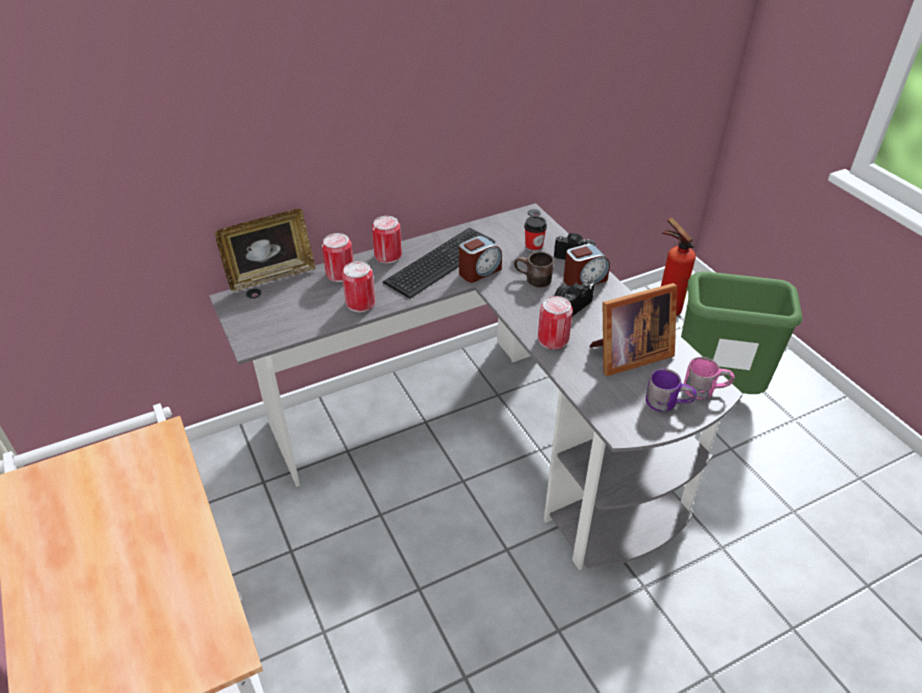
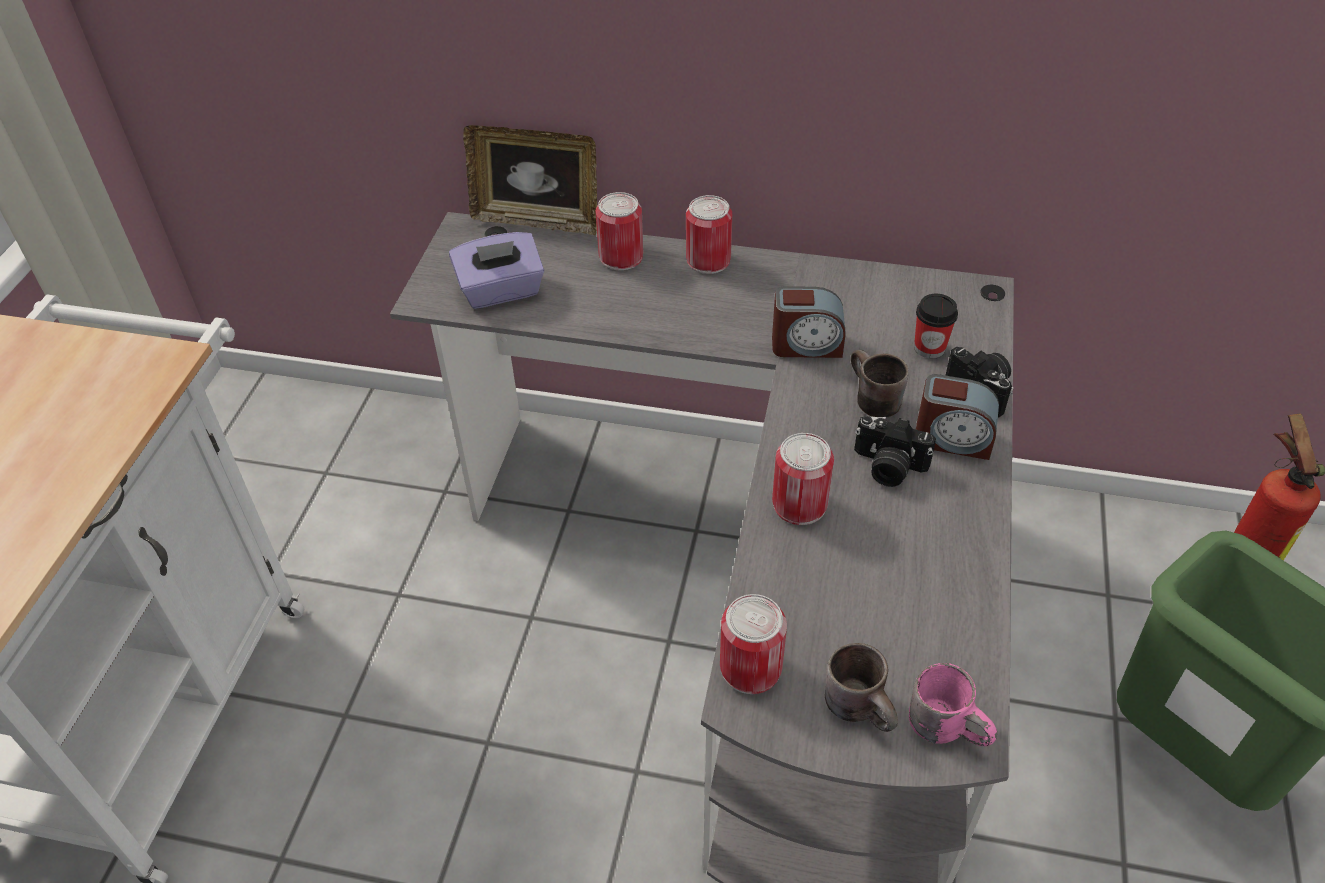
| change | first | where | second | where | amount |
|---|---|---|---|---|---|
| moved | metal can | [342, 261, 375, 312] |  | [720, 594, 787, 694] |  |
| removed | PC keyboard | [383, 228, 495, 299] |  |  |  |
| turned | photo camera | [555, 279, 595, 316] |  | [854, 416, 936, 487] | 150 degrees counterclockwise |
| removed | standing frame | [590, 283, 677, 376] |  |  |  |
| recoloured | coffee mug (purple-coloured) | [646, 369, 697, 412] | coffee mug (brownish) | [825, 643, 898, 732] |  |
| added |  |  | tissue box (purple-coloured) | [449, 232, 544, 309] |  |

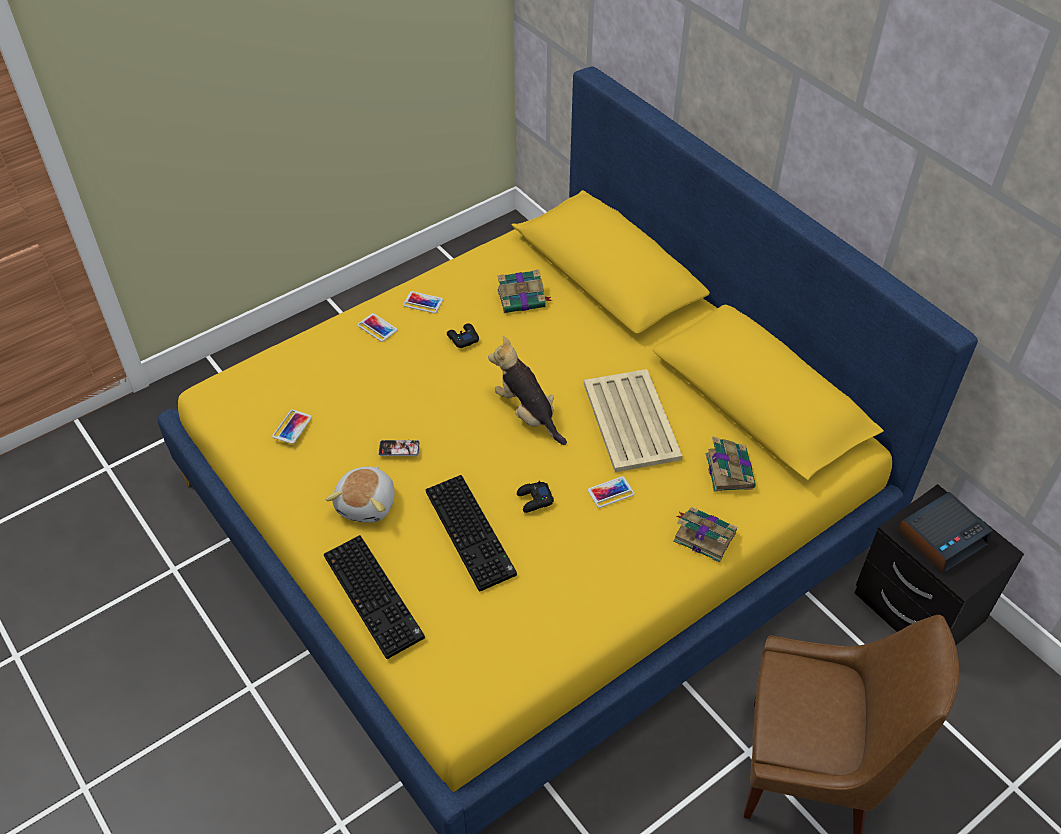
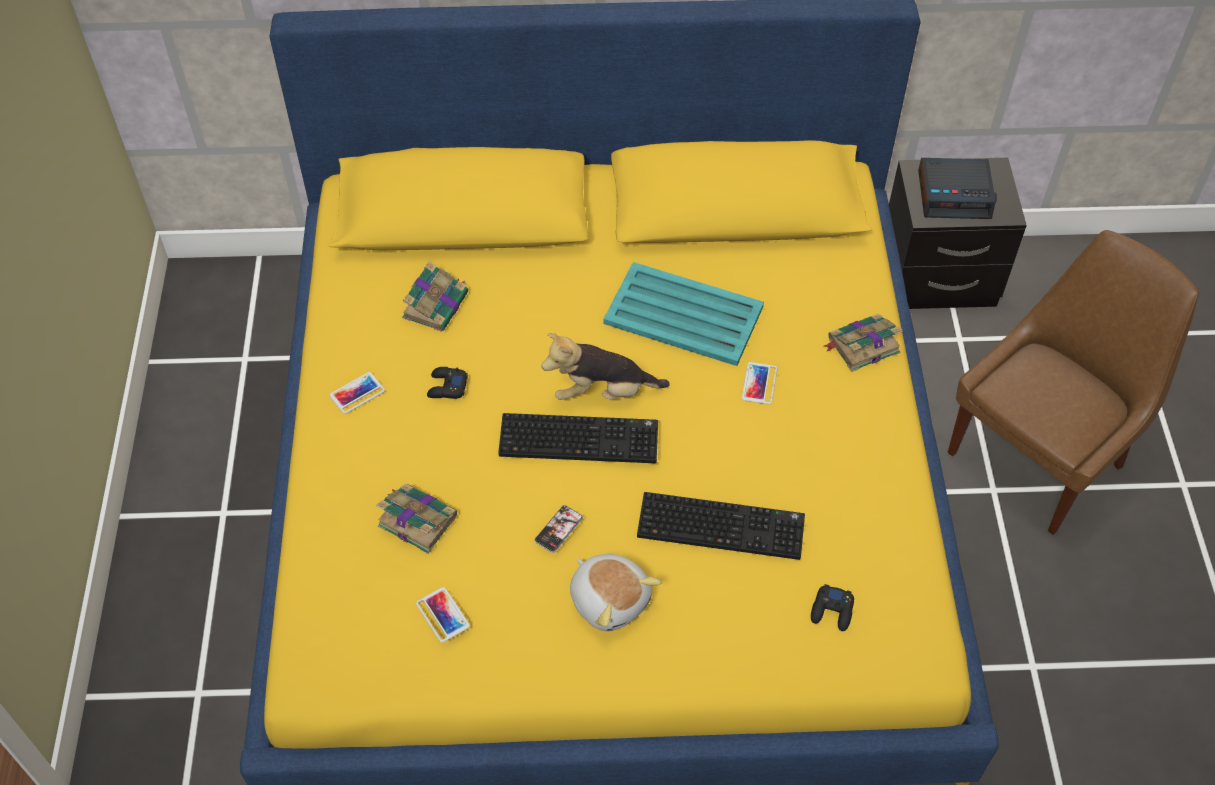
| change | first | where | second | where | amount |
|---|---|---|---|---|---|
| moved | PC keyboard | [324, 535, 425, 659] |  | [498, 413, 658, 463] |  |
| removed | handset | [357, 313, 398, 342] |  |  |  |
| moved | game controller (blackish) | [517, 481, 554, 513] |  | [811, 584, 854, 631] |  |
| recoloured | serving tray (beige-coloured) | [584, 369, 682, 472] | serving tray (turquoise) | [604, 262, 764, 366] |  |
| moved | bound book | [706, 437, 756, 492] |  | [376, 483, 457, 554] |  |
| turned | table clock | [898, 492, 992, 574] |  | [918, 158, 997, 219] | 90 degrees clockwise |

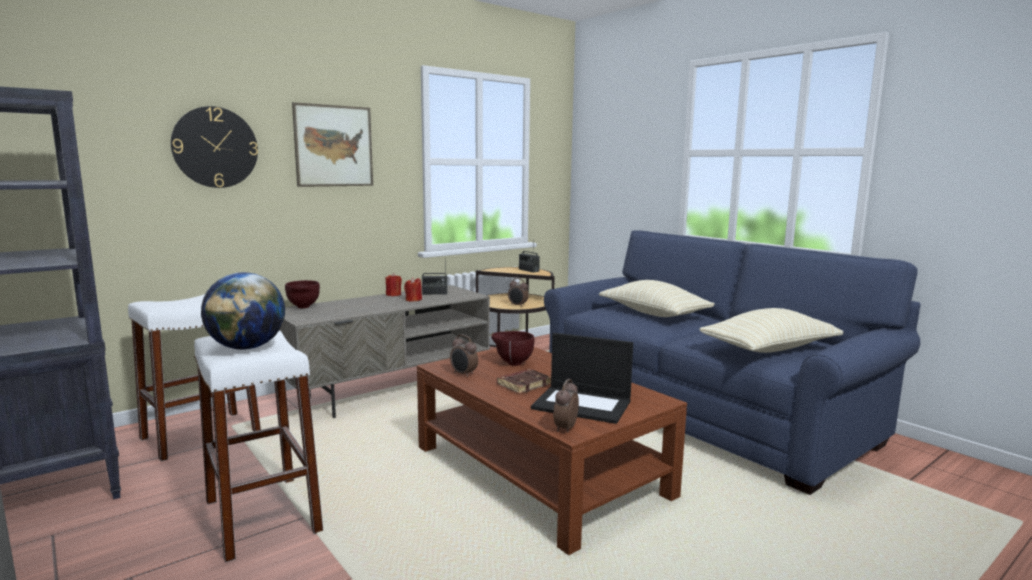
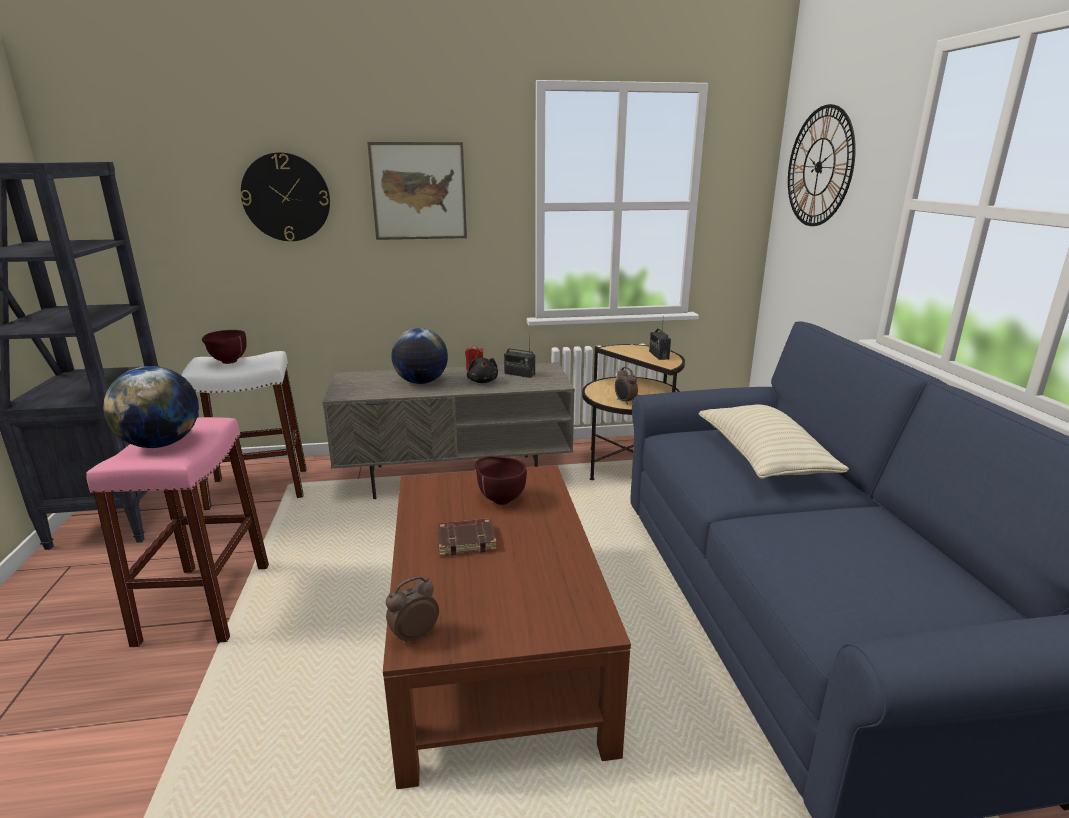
| change | first | where | second | where | amount |
|---|---|---|---|---|---|
| recoloured | stool (white-coloured) | [194, 330, 323, 562] | stool (pink-coloured) | [86, 417, 269, 647] |  |
| moved | deep dish (brownish) | [285, 280, 320, 308] |  | [202, 330, 247, 364] |  |
| replaced | wax candle (red) | [404, 278, 422, 302] | cuddly toy (blackish) | [467, 358, 498, 383] |  |
| removed | table clock | [450, 334, 478, 377] |  |  |  |
| removed | laptop | [531, 333, 633, 424] |  |  |  |
| removed | throw pillow (beige-coloured) | [699, 308, 843, 353] |  |  |  |
| added |  |  | world globe | [391, 328, 448, 384] |  |
| added |  |  | wall clock | [788, 104, 856, 226] |  |

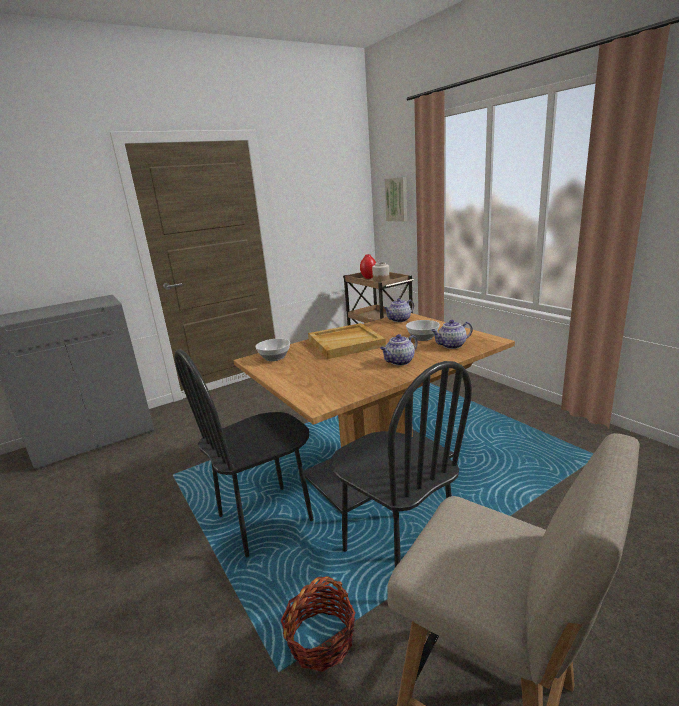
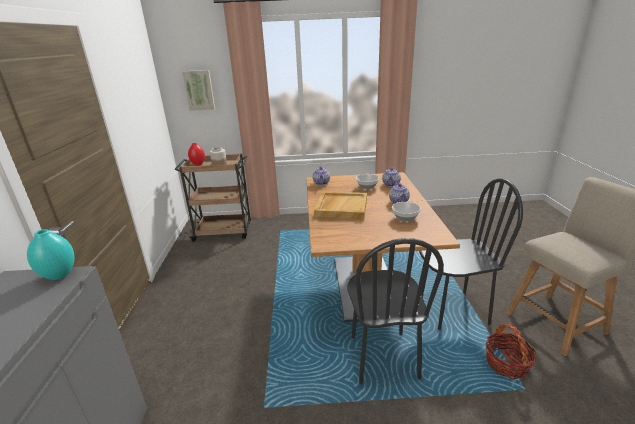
| change | first | where | second | where | amount |
|---|---|---|---|---|---|
| moved | deep dish | [255, 339, 290, 361] |  | [392, 202, 421, 222] |  |
| added |  |  | flower vase (turquoise) | [27, 229, 75, 280] |  |

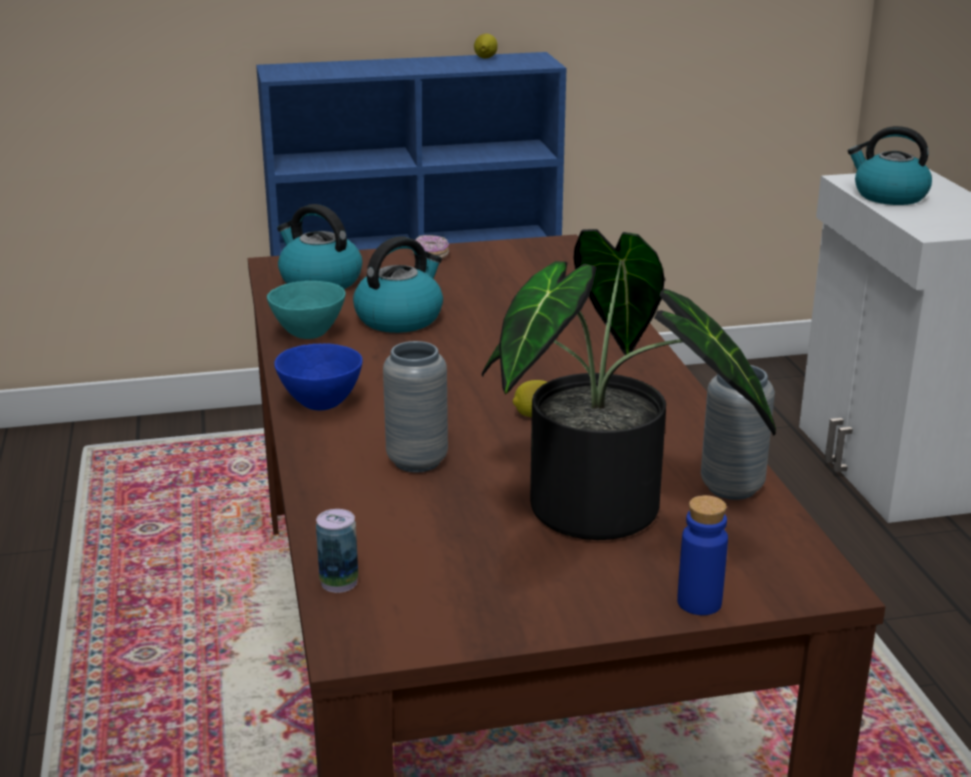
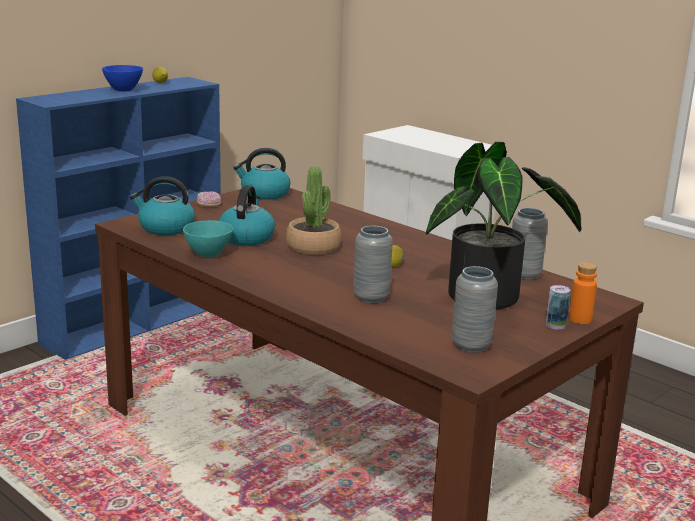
| change | first | where | second | where | amount |
|---|---|---|---|---|---|
| moved | deep dish (blue) | [274, 343, 362, 410] |  | [102, 65, 143, 92] |  |
| moved | metal can | [316, 509, 358, 593] |  | [546, 285, 571, 330] |  |
| recoloured | bottle (blue) | [677, 495, 728, 615] | bottle (orange) | [569, 262, 597, 324] |  |
| moved | water kettle | [848, 126, 932, 205] |  | [233, 148, 290, 200] |  |
| added |  |  | plant in a pot | [286, 166, 341, 255] |  |
| added |  |  | flower vase (greyish) | [452, 266, 498, 353] |  |

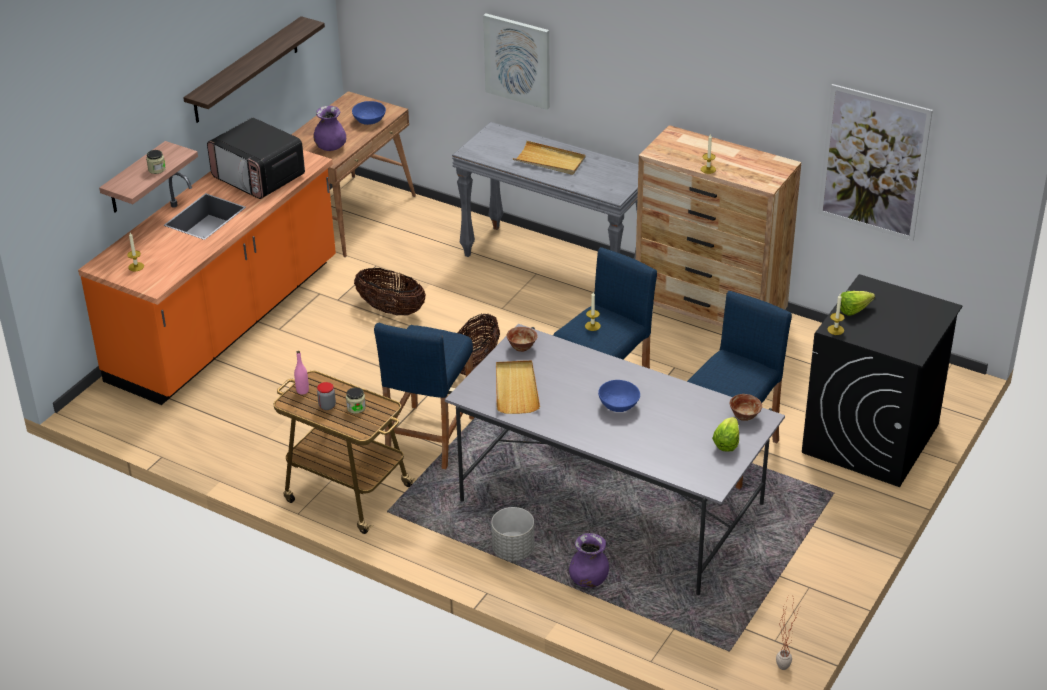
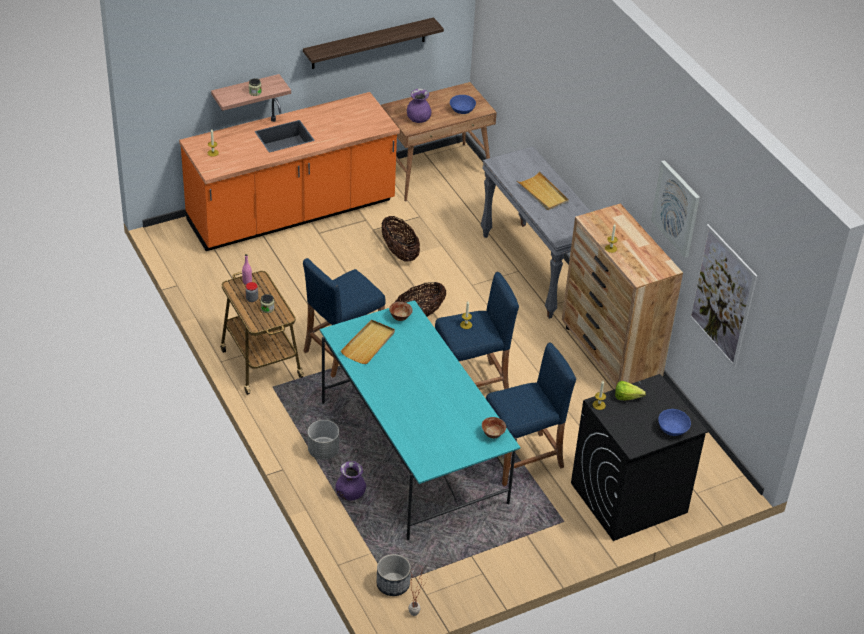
| change | first | where | second | where | amount |
|---|---|---|---|---|---|
| removed | microwave oven | [207, 117, 305, 199] |  |  |  |
| recoloured | kitchen table (greyish) | [445, 324, 785, 595] | kitchen table (turquoise) | [320, 300, 520, 540] |  |
| moved | wall picture | [483, 13, 550, 110] |  | [651, 160, 700, 258] |  |
| moved | deep dish (blue) | [598, 380, 640, 412] |  | [658, 409, 691, 436] |  |
| removed | lettuce | [712, 417, 739, 451] |  |  |  |
| added |  |  | plant pot | [377, 554, 411, 596] |  |

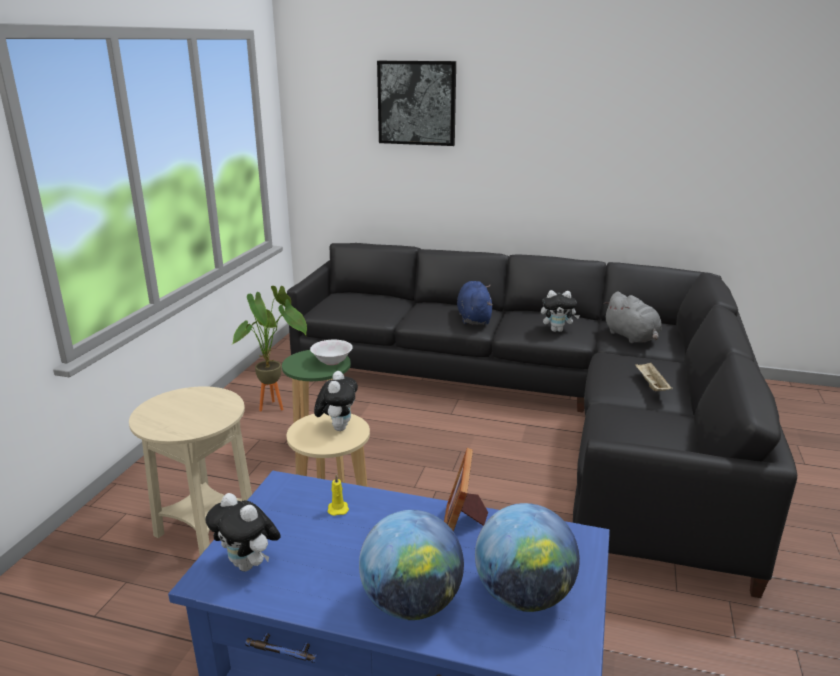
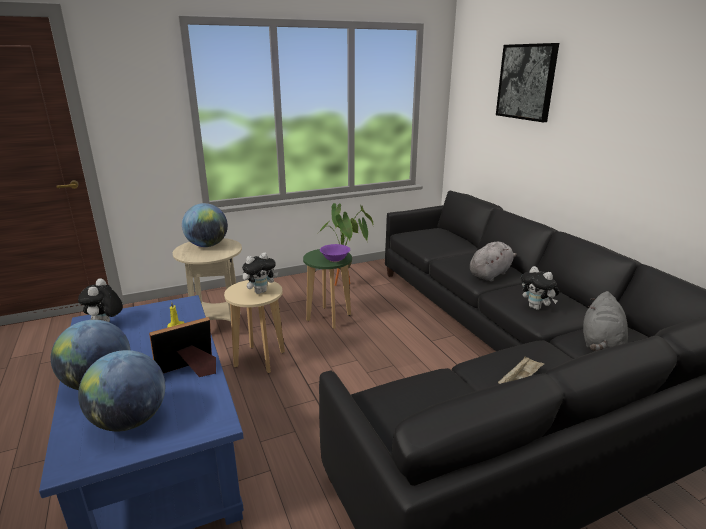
| change | first | where | second | where | amount |
|---|---|---|---|---|---|
| recoloured | deep dish (white-coloured) | [310, 340, 353, 365] | deep dish (purple-coloured) | [320, 244, 350, 262] |  |
| recoloured | cuddly toy (blue) | [457, 281, 493, 324] | cuddly toy (greyish) | [470, 242, 517, 282] |  |
| added |  |  | world globe | [182, 203, 228, 247] |  |

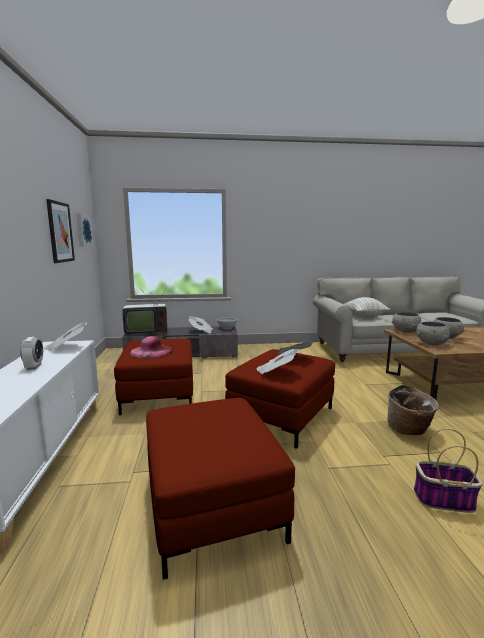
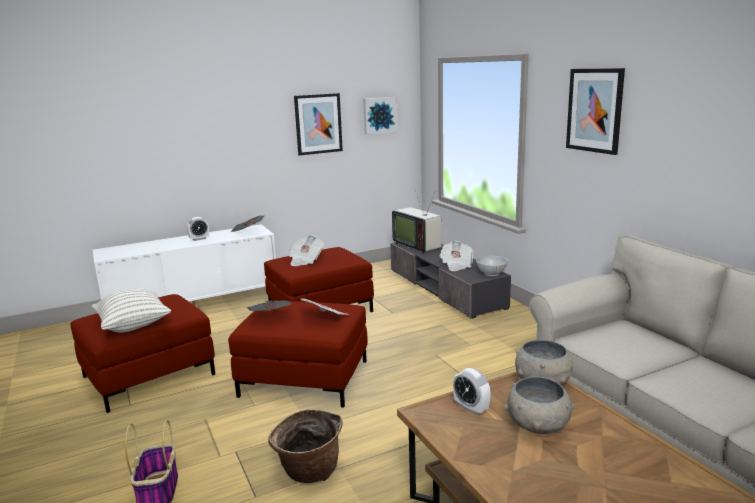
| change | first | where | second | where | amount |
|---|---|---|---|---|---|
| replaced | wearable hat (pink-coloured) | [130, 336, 173, 358] | newspaper | [289, 235, 324, 266] |  |
| moved | throw pillow | [343, 297, 390, 318] |  | [92, 289, 171, 333] |  |
| replaced | deep dish (greyish) | [416, 322, 450, 345] | table clock | [453, 368, 490, 415] |  |
| added |  |  | wall picture | [566, 68, 625, 155] |  |

